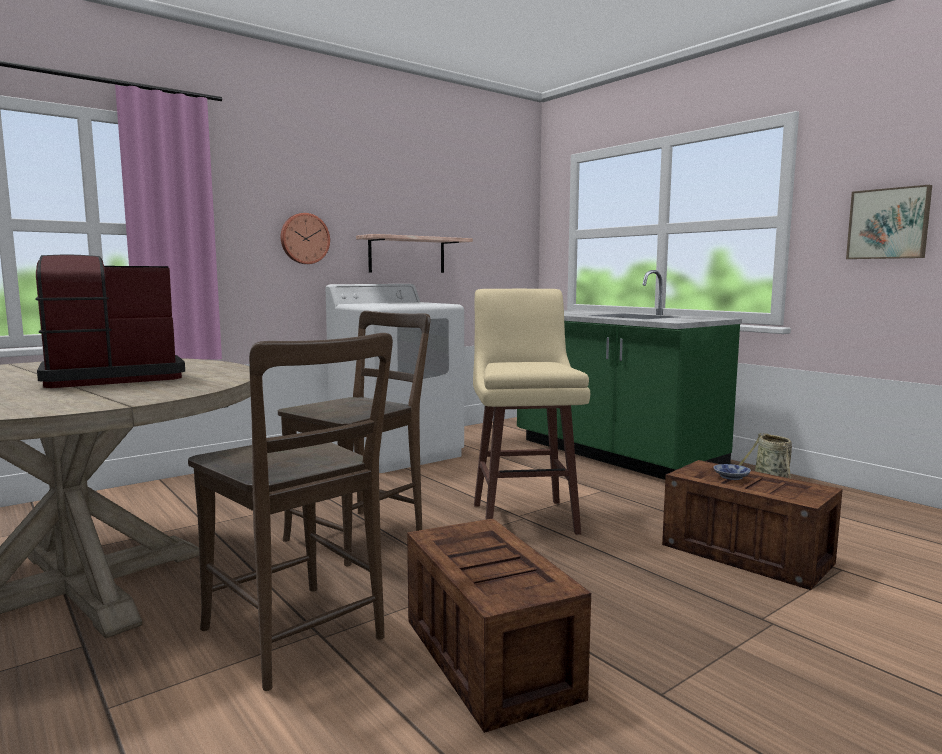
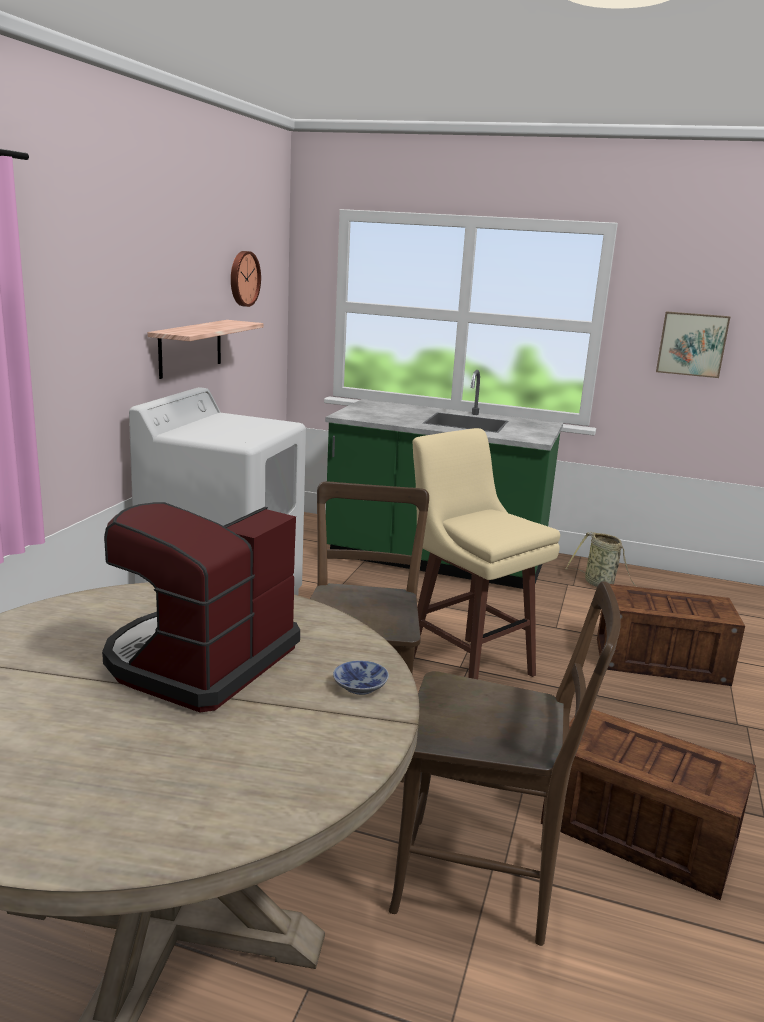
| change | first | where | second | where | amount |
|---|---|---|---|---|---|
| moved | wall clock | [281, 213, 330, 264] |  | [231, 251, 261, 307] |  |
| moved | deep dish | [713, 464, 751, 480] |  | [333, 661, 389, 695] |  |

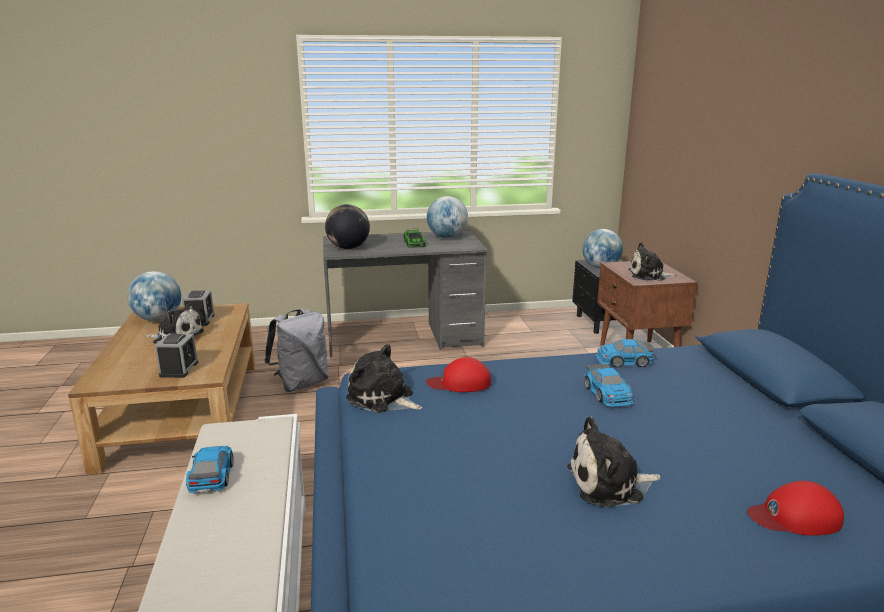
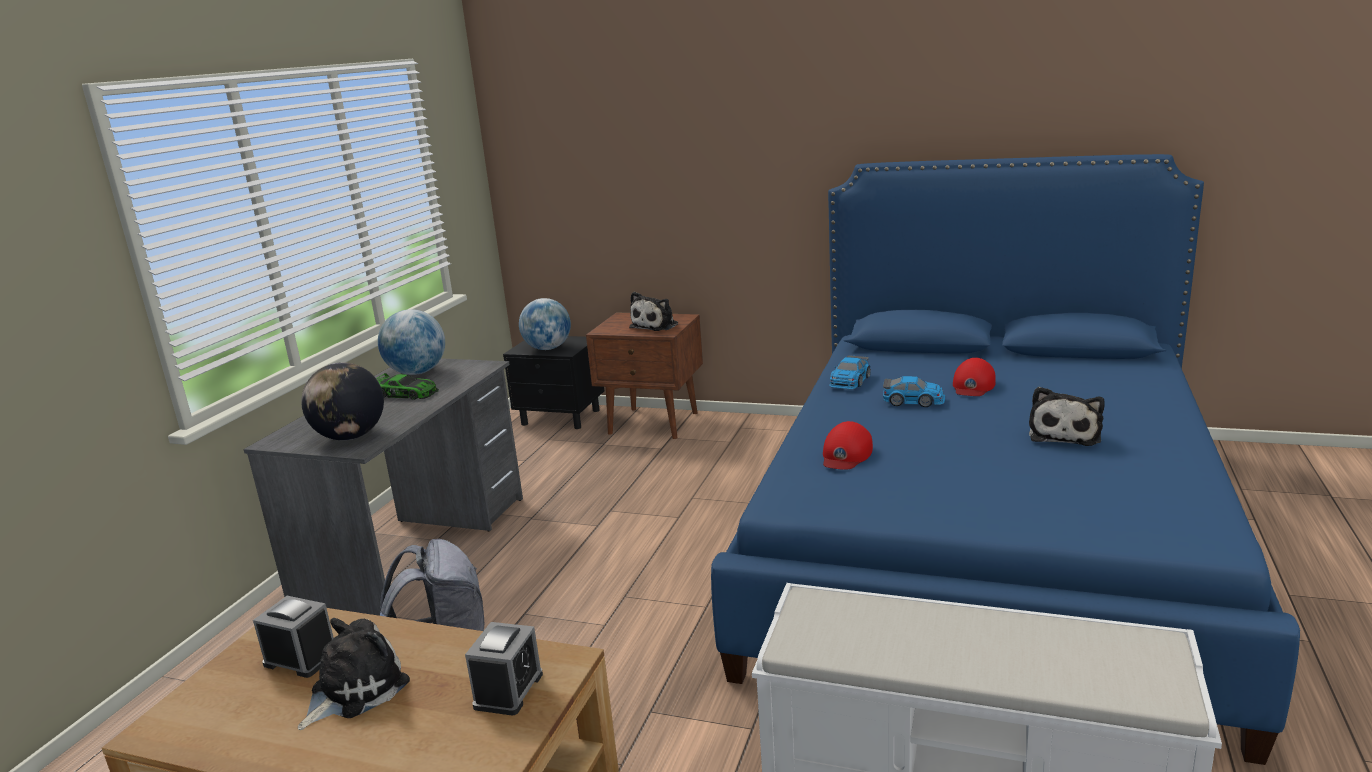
| change | first | where | second | where | amount |
|---|---|---|---|---|---|
| removed | world globe | [127, 271, 181, 321] |  |  |  |
| turned | table clock | [155, 334, 198, 378] |  | [465, 622, 543, 716] | 75 degrees clockwise |
| removed | toy car | [186, 446, 234, 493] |  |  |  |
| removed | cuddly toy | [346, 344, 422, 413] |  |  |  |
| moved | peaked cap (red) | [747, 481, 844, 536] |  | [953, 358, 996, 396] |  |

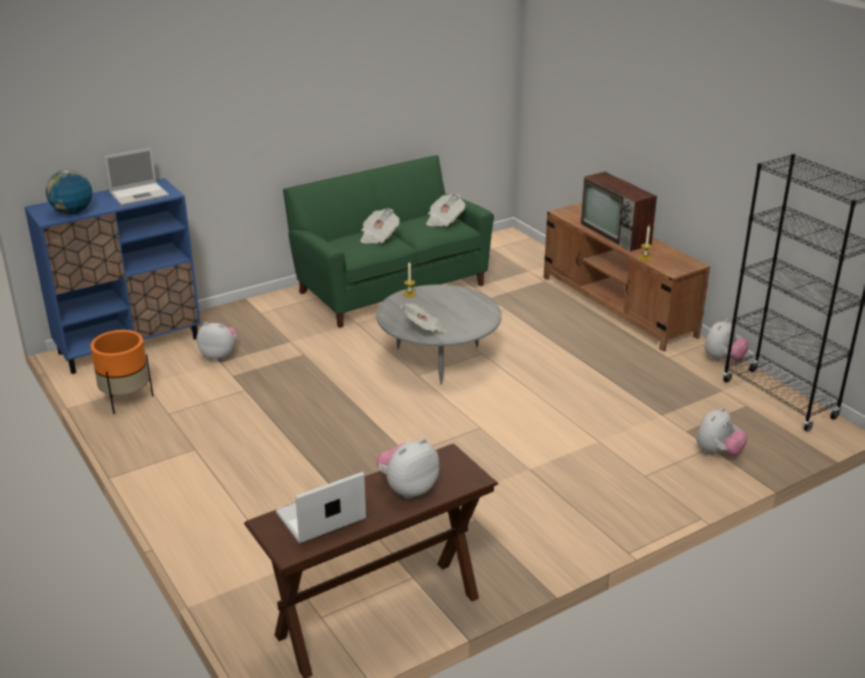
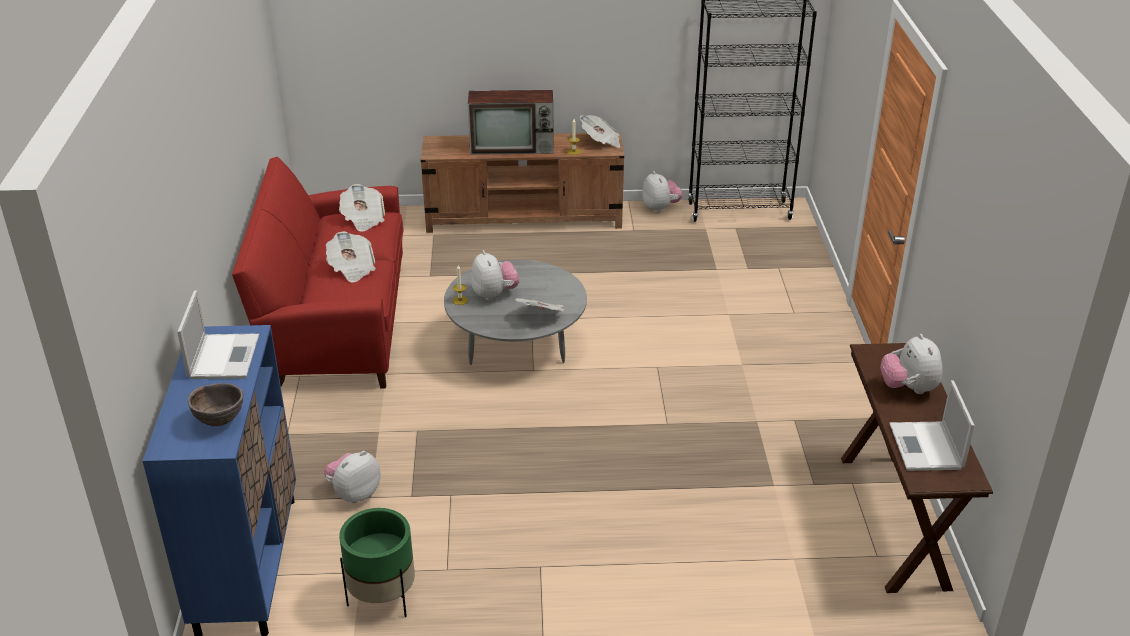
| change | first | where | second | where | amount |
|---|---|---|---|---|---|
| replaced | world globe | [46, 169, 93, 214] | deep dish (brownish) | [188, 383, 243, 426] |  |
| recoloured | plant pot (orange) | [90, 330, 153, 414] | plant pot (green-coloured) | [339, 508, 415, 617] |  |
| recoloured | sofa (green-coloured) | [283, 155, 494, 328] | sofa (red) | [232, 157, 404, 388] |  |
| moved | cuddly toy | [696, 407, 747, 457] |  | [471, 250, 519, 301] |  |
| added |  |  | newspaper | [580, 115, 620, 148] |  |

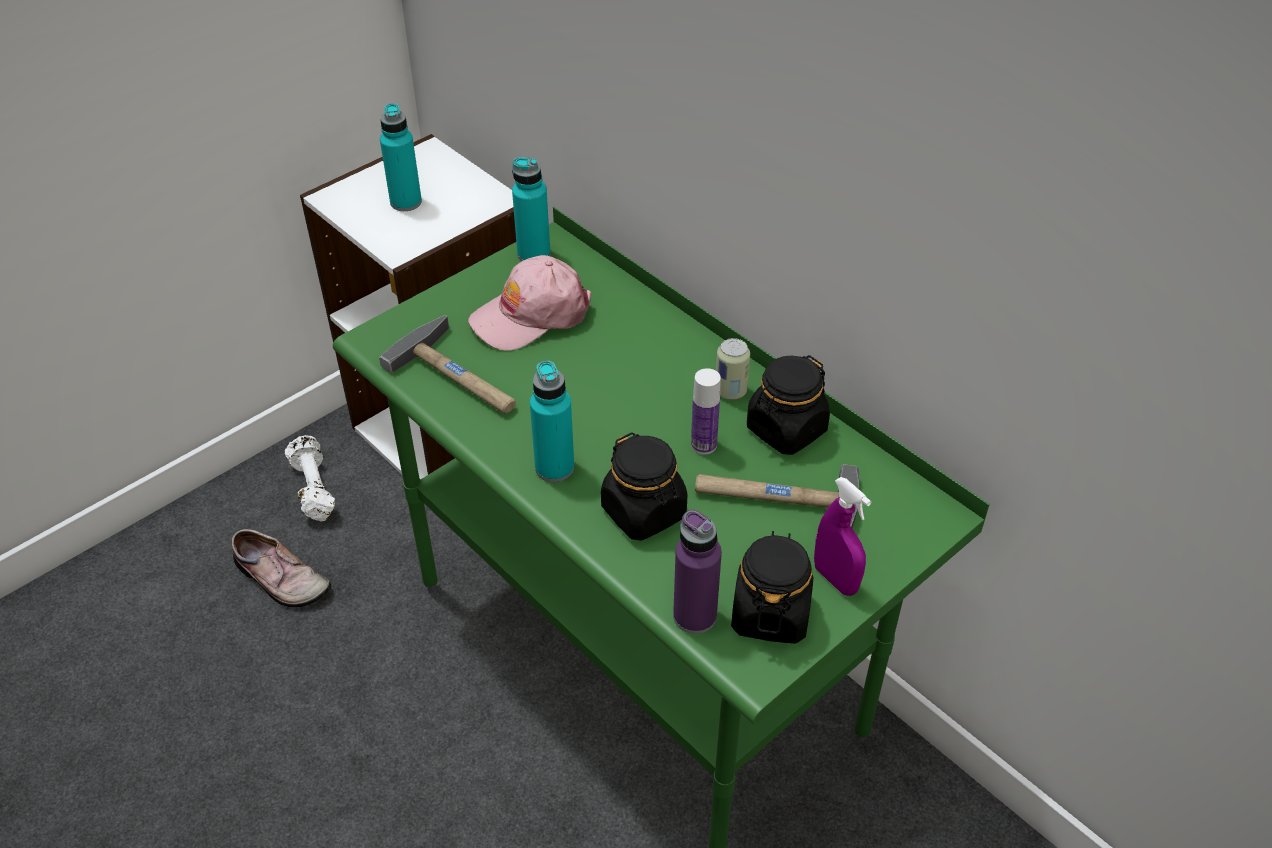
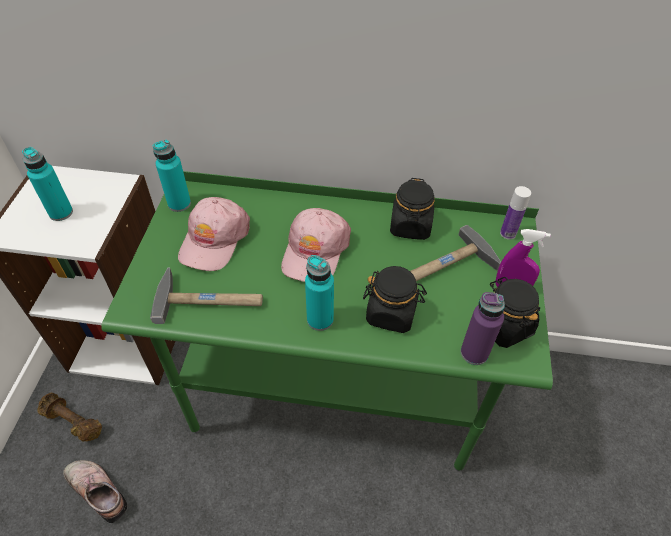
| change | first | where | second | where | amount |
|---|---|---|---|---|---|
| turned | item of footwear | [231, 529, 331, 607] |  | [63, 460, 127, 523] | 135 degrees counterclockwise |
| recoloured | dumbbell (white-coloured) | [285, 435, 335, 522] | dumbbell (brownish) | [37, 393, 102, 442] |  |
| moved | bottle | [691, 368, 721, 454] |  | [500, 186, 531, 240] |  |
| removed | metal can | [716, 338, 750, 400] |  |  |  |
| added |  |  | peaked cap (pink-coloured) | [281, 208, 351, 282] |  |

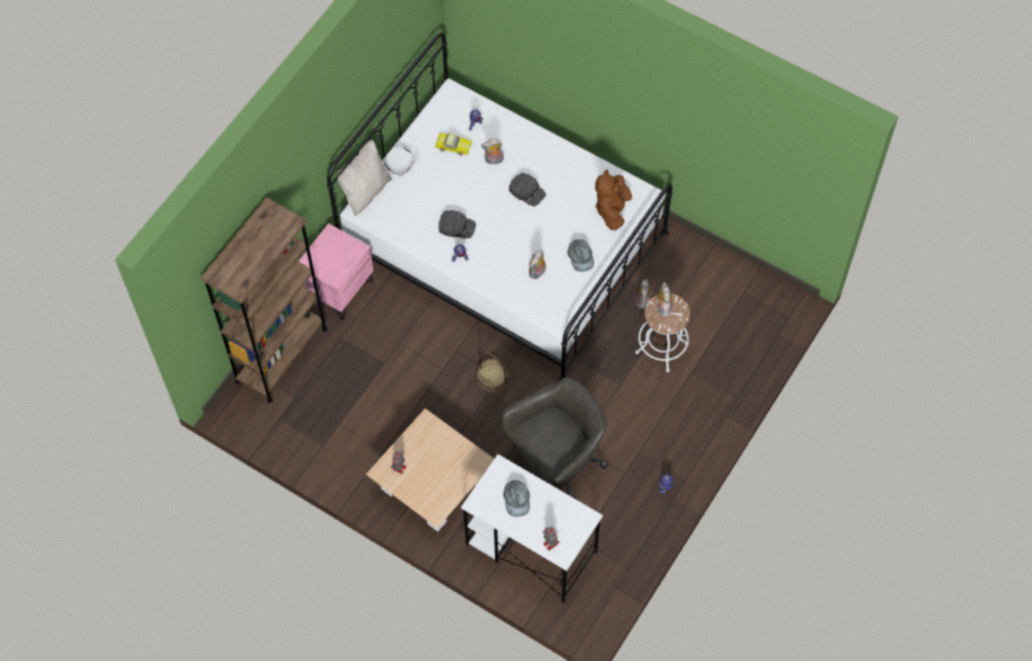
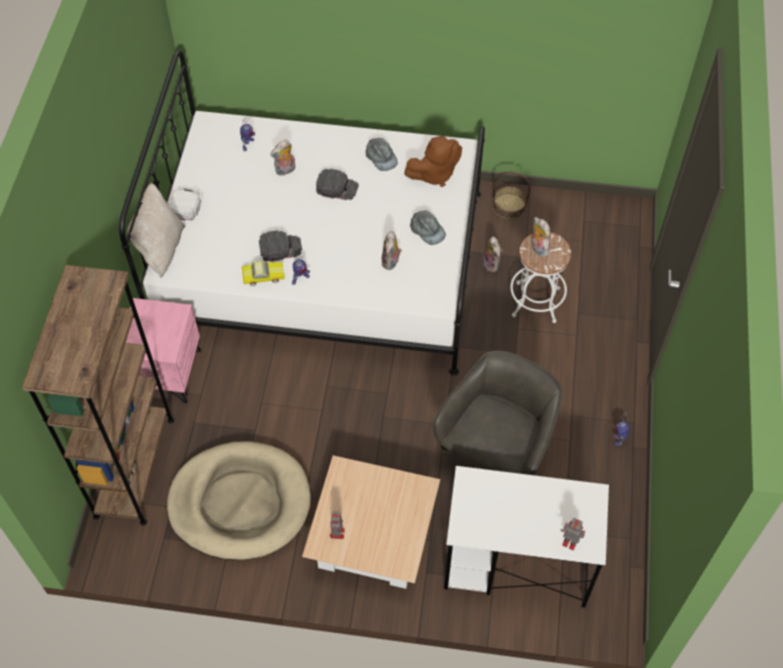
| change | first | where | second | where | amount |
|---|---|---|---|---|---|
| moved | toy car | [435, 133, 472, 156] |  | [242, 261, 285, 286] |  |
| moved | household basket | [477, 350, 509, 392] |  | [493, 171, 530, 219] |  |
| moved | peaked cap (greyish) | [503, 480, 530, 517] |  | [365, 138, 398, 171] |  |
| turned | cuddly toy (brownish) | [595, 169, 632, 230] |  | [404, 136, 462, 187] | 105 degrees counterclockwise |
| added |  |  | dog bed (beige-coloured) | [167, 442, 311, 560] |  |

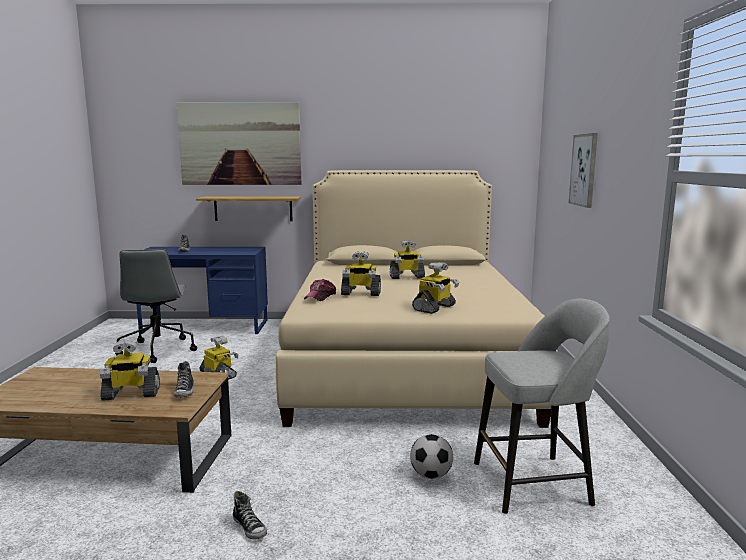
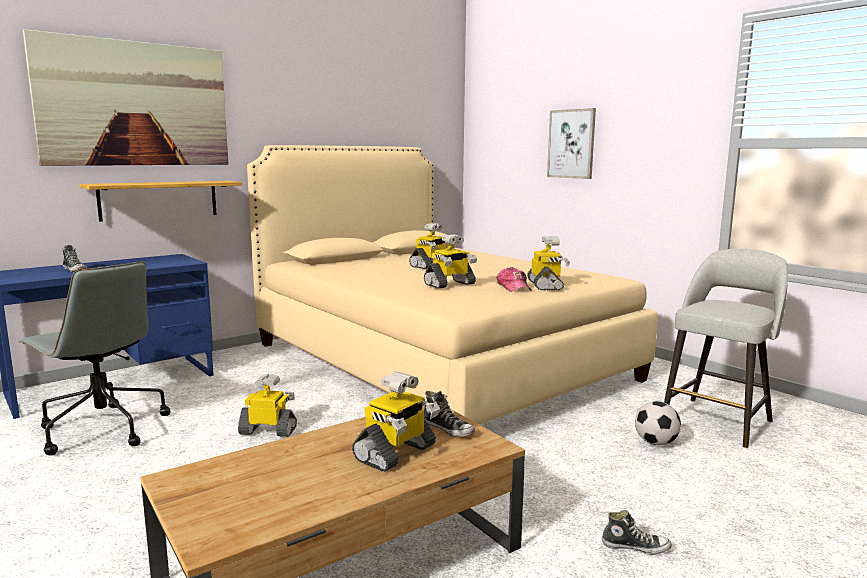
| change | first | where | second | where | amount |
|---|---|---|---|---|---|
| moved | peaked cap | [304, 279, 336, 301] |  | [497, 267, 531, 292] |  |

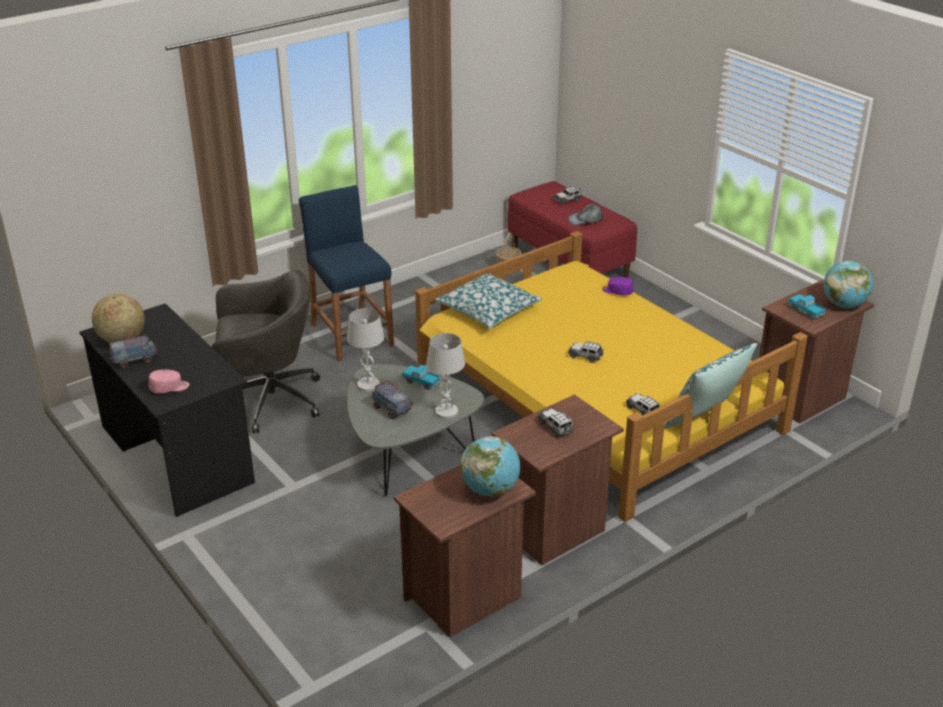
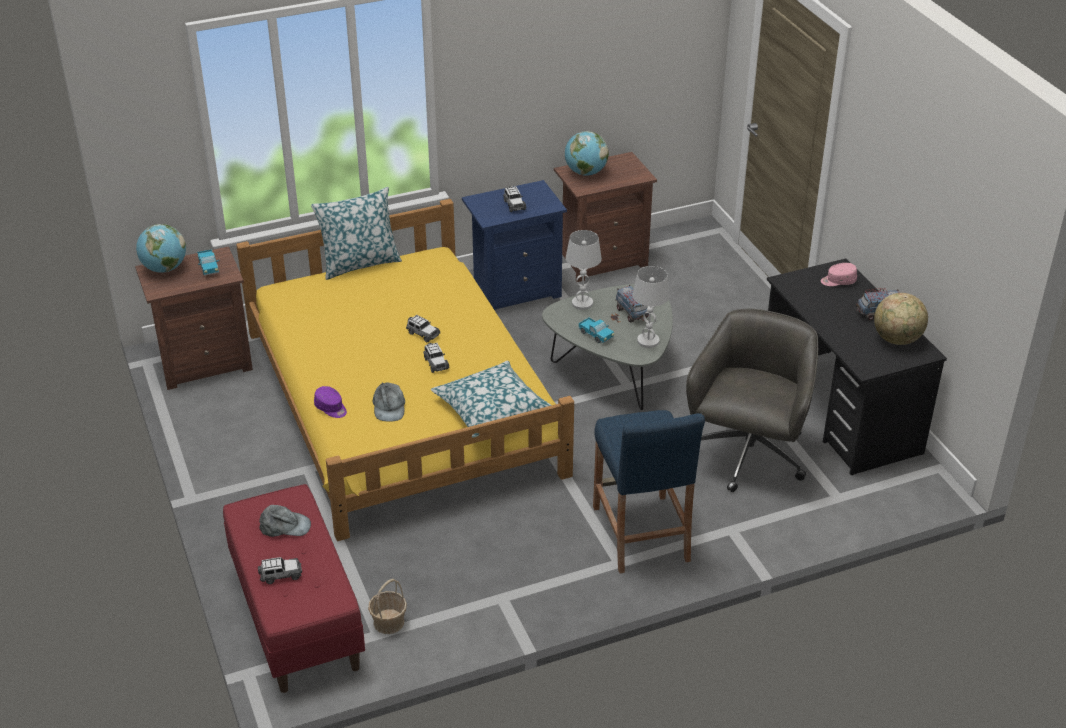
| change | first | where | second | where | amount |
|---|---|---|---|---|---|
| turned | desk chair (greyish) | [212, 270, 320, 433] |  | [686, 309, 818, 492] | 105 degrees clockwise |
| recoloured | nightstand (brownish) | [492, 394, 624, 565] | nightstand (blue) | [462, 180, 567, 310] |  |
| moved | toy car | [626, 393, 660, 415] |  | [423, 343, 450, 373] |  |
| added |  |  | peaked cap (greyish) | [373, 382, 405, 422] |  |

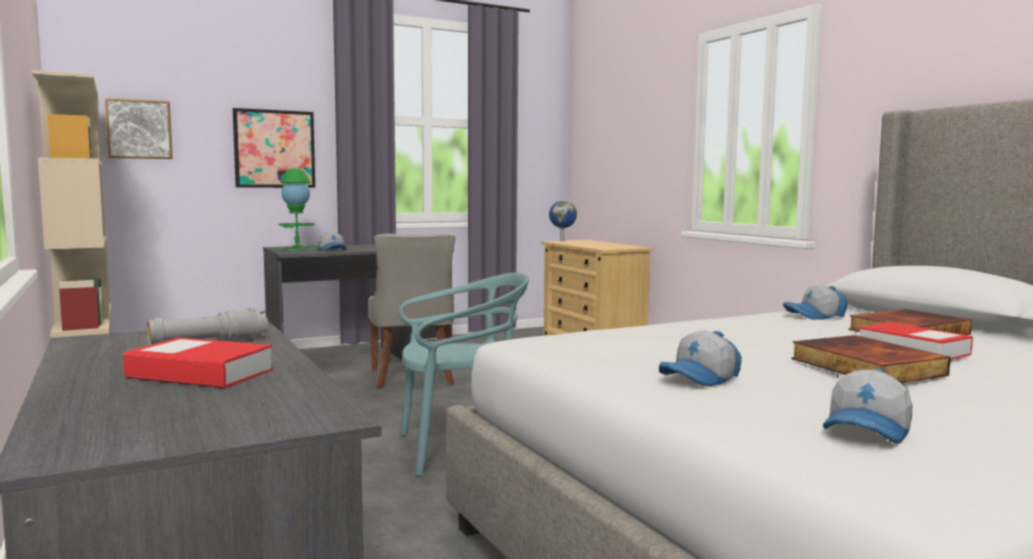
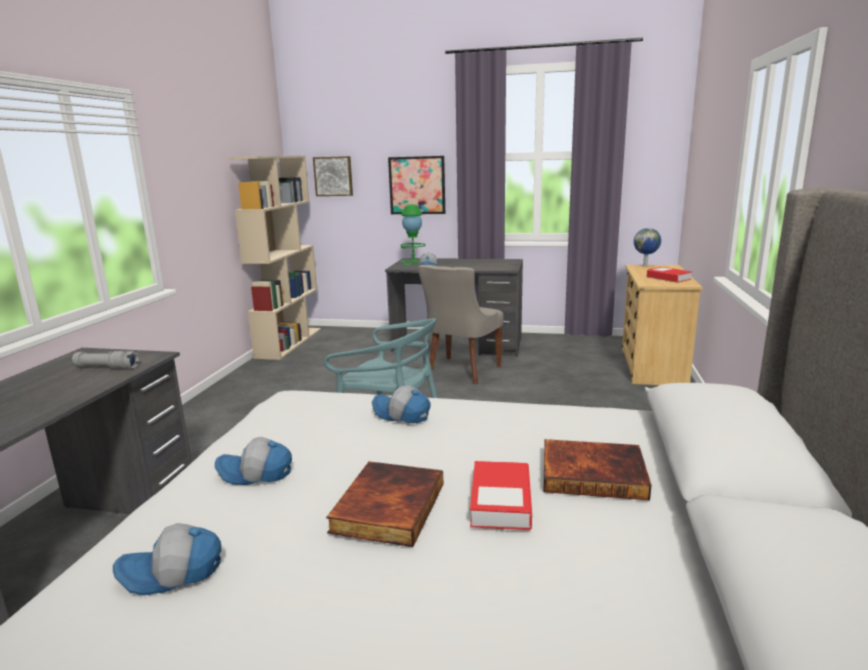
| change | first | where | second | where | amount |
|---|---|---|---|---|---|
| moved | bound book | [123, 337, 273, 388] |  | [647, 267, 692, 283] |  |
| moved | peaked cap | [783, 285, 848, 320] |  | [372, 385, 431, 423] |  |

